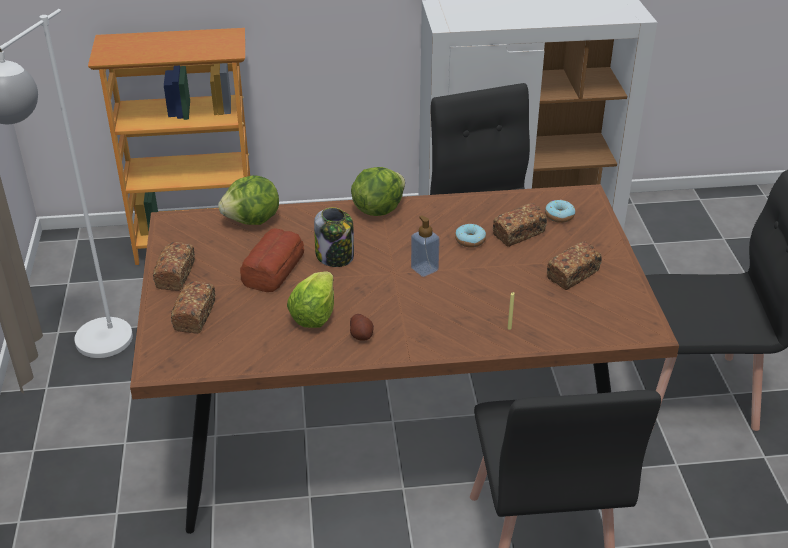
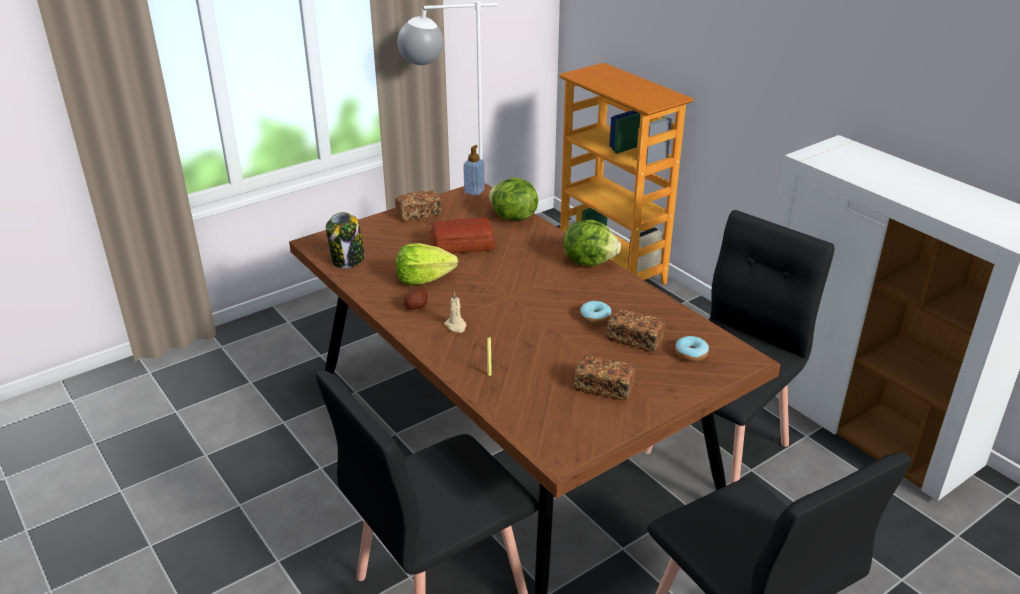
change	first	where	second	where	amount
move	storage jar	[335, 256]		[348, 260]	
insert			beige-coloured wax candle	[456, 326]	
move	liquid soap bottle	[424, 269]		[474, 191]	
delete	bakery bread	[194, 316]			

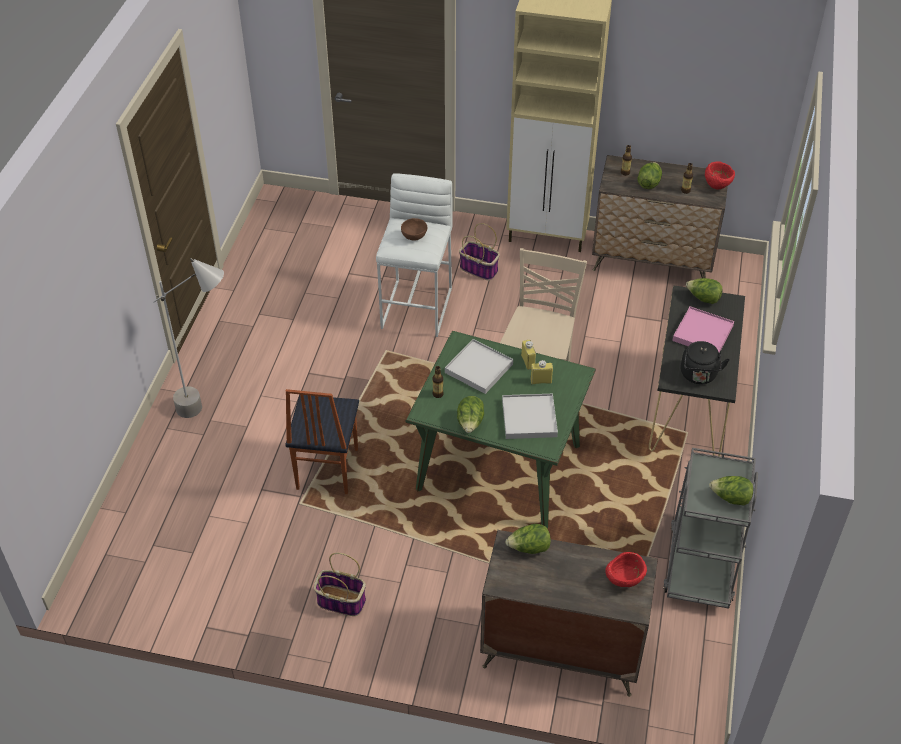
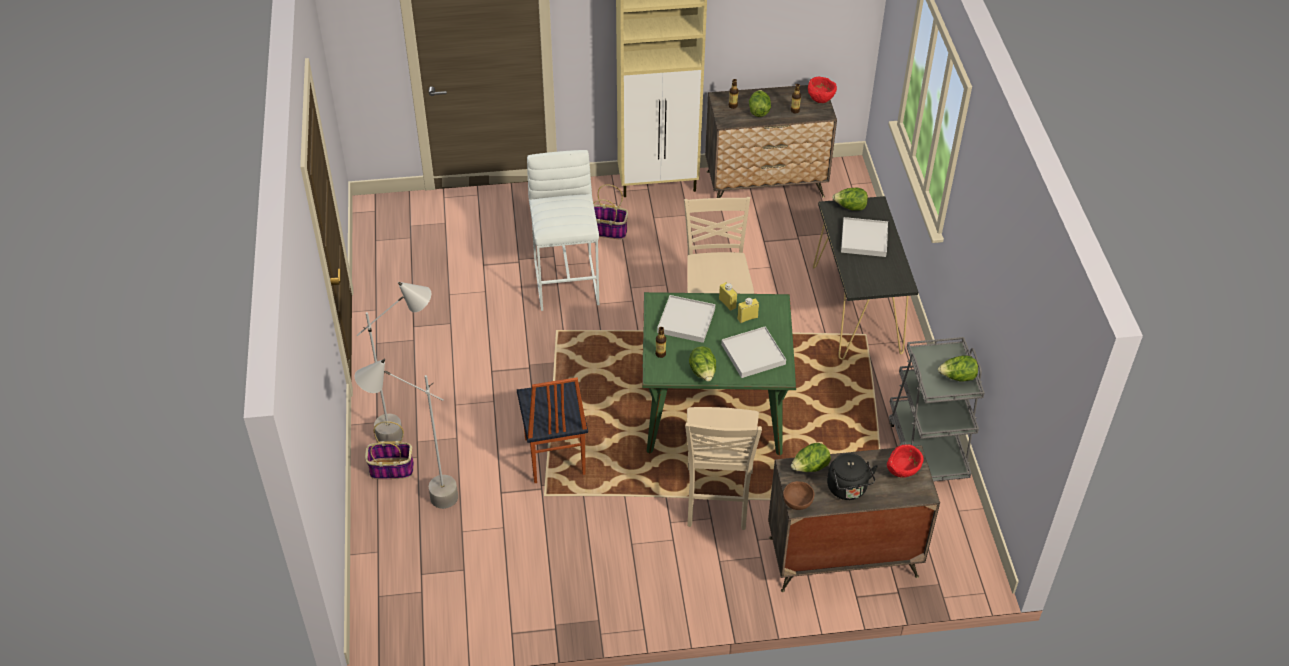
change	first	where	second	where	amount
insert			greyish floor lamp	[420, 500]	
move	basket	[340, 601]		[390, 469]	
insert			beige-coloured upright chair	[717, 499]	
move	brownish bowl	[414, 237]		[798, 503]	
move	black tea kettle	[699, 376]		[848, 489]	
recolor	pinkish carrying tray	[703, 333]	whitish carrying tray	[864, 239]	

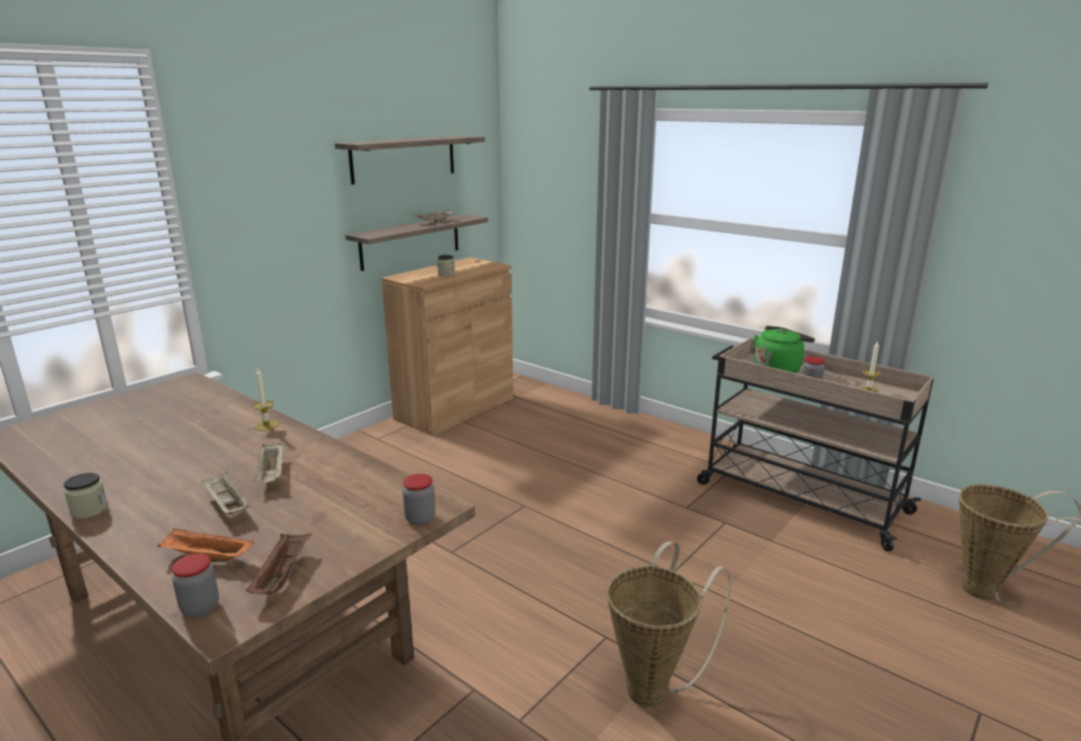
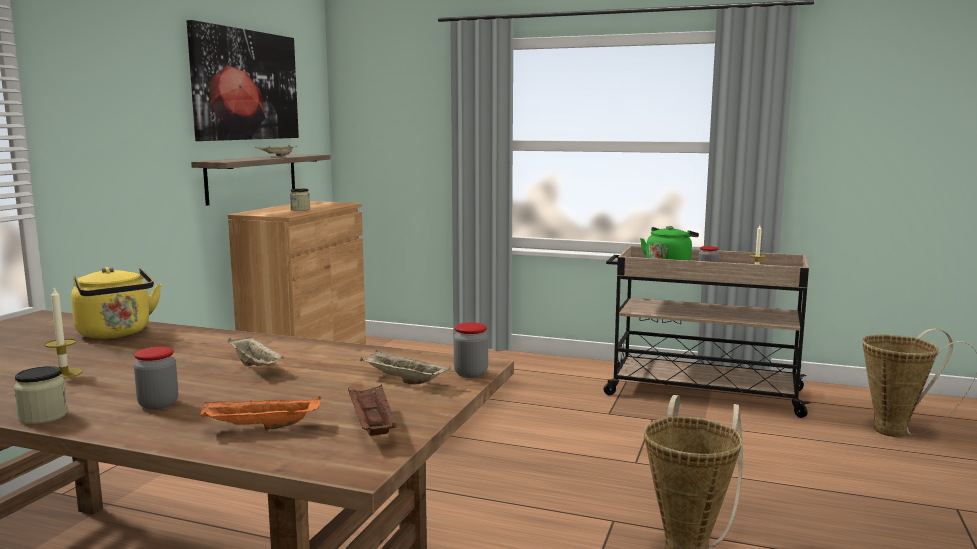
change	first	where	second	where	amount
move	wax candle	[266, 425]		[64, 374]	
insert			yellow tea kettle	[116, 334]	
move	storage jar	[200, 607]		[158, 404]	
replace	shelf	[404, 158]	wall art	[245, 85]	
move	beige-coloured carrying tray	[227, 505]		[402, 380]	

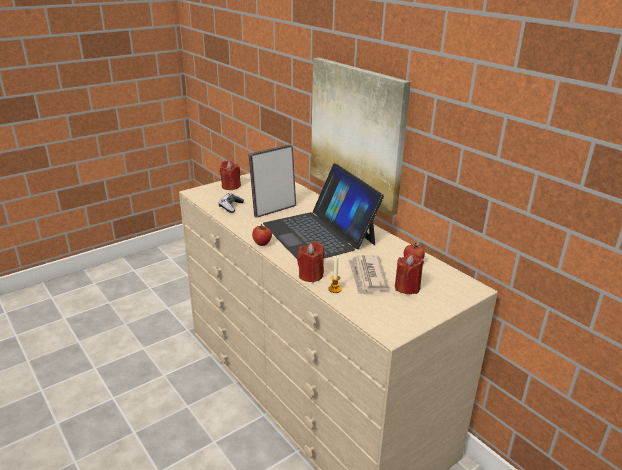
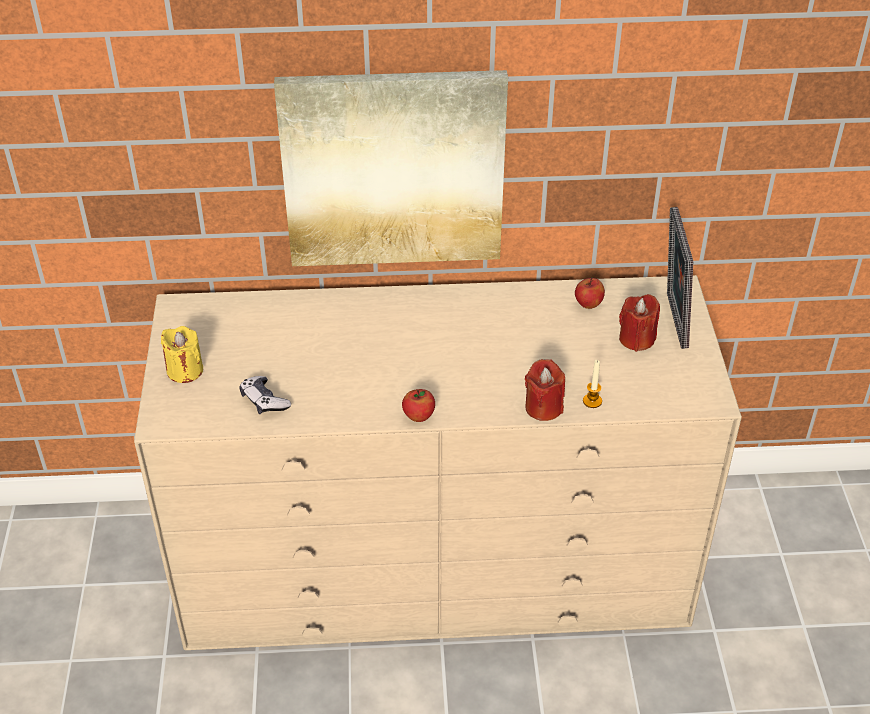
change	first	where	second	where	amount
recolor	red-coloured wax candle	[230, 186]	yellow wax candle	[185, 370]	
move	standing frame	[273, 210]		[672, 320]	
delete	notebook computer	[319, 233]			
delete	printed paper	[367, 276]			

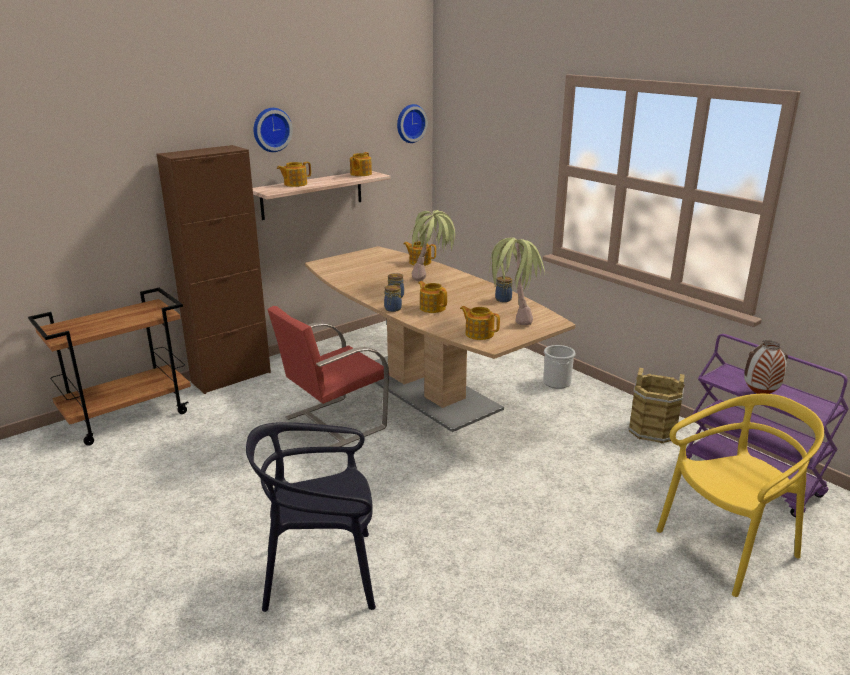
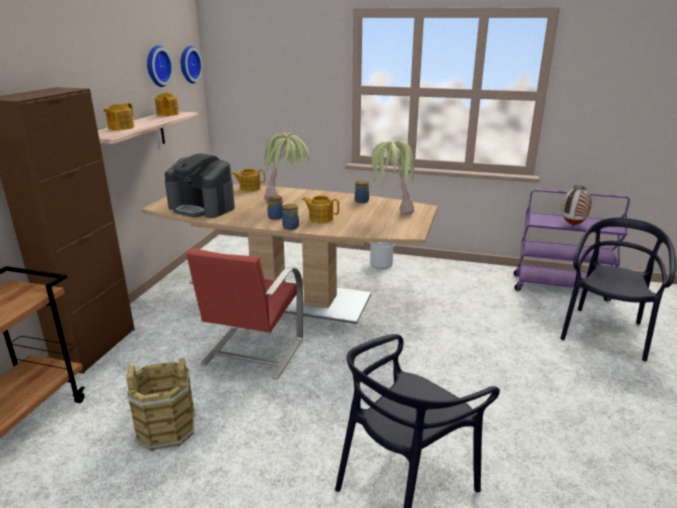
change	first	where	second	where	amount
move	brownish water bucket	[652, 430]		[166, 429]	
move	clock on the wall	[271, 129]		[156, 66]	
insert			coffee maker	[202, 208]	
recolor	yellow upright chair	[728, 548]	black upright chair	[605, 333]	
delete	pot for tea	[479, 334]			

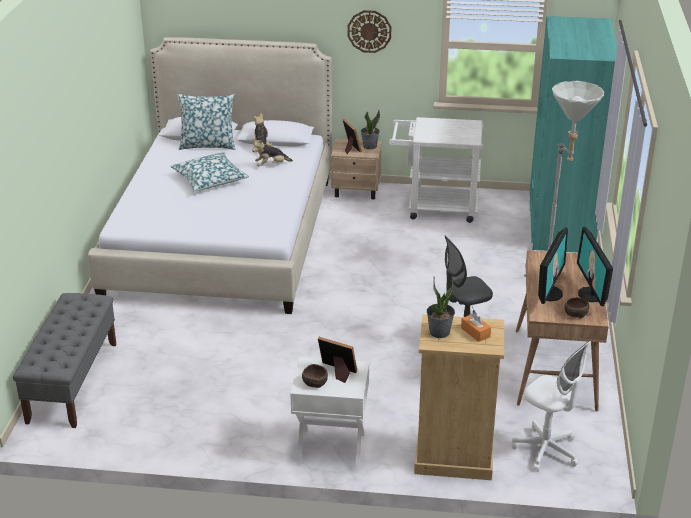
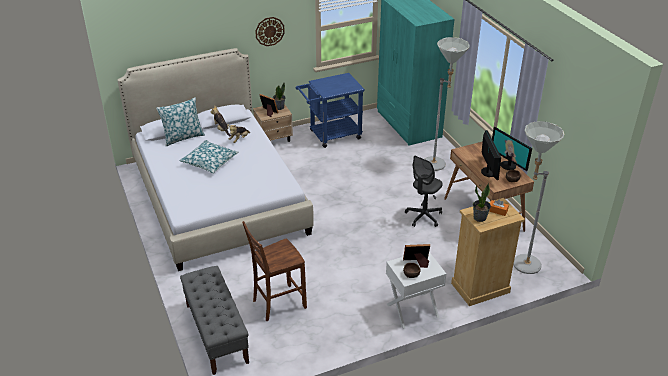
change	first	where	second	where	amount
insert			brownish upright chair	[277, 303]	
recolor	whitish wheeled cart	[435, 207]	blue wheeled cart	[331, 135]	
replace	whitish office chair	[546, 450]	greyish floor lamp	[520, 264]	

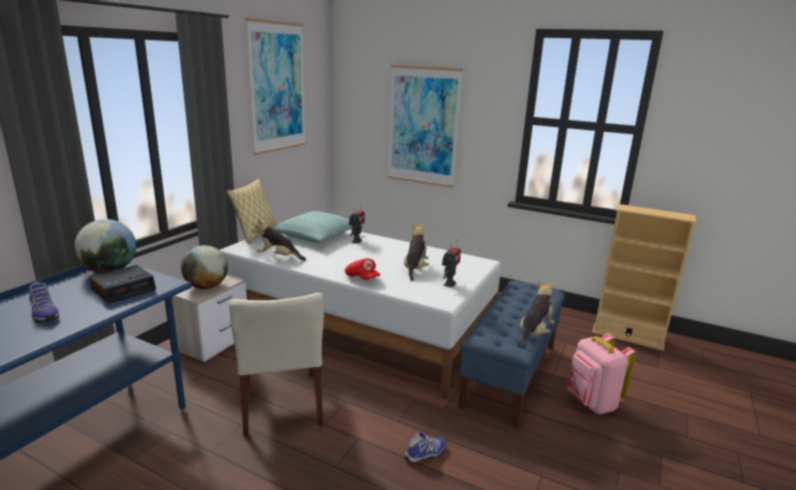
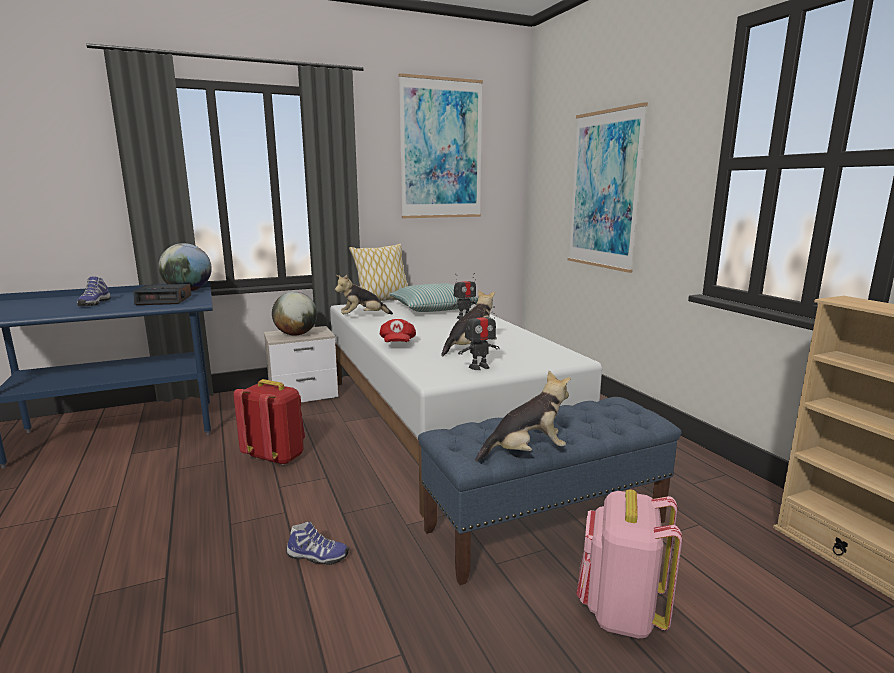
change	first	where	second	where	amount
replace	beige-coloured upright chair	[282, 403]	red-coloured knapsack	[276, 457]	
rotate	plush toy	[278, 257]		[363, 317]	75 degrees counterclockwise

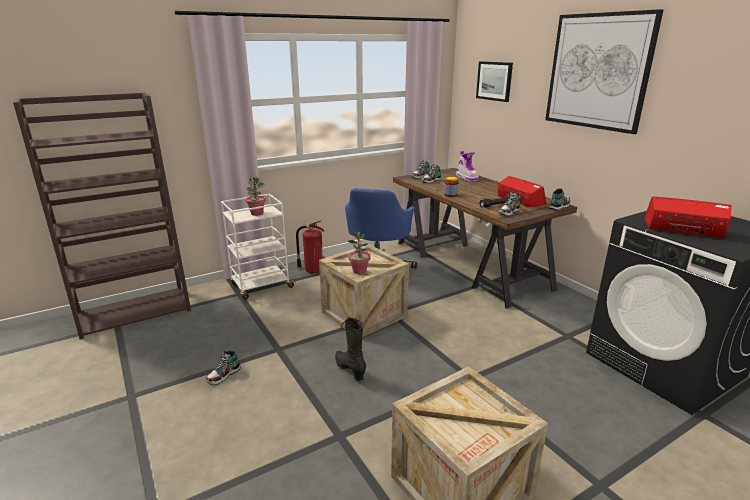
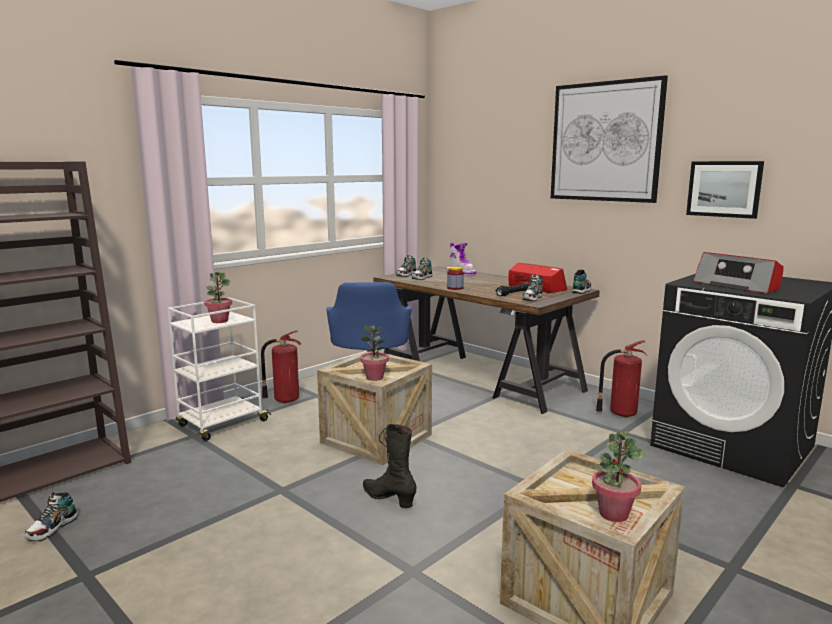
change	first	where	second	where	amount
move	item of footwear	[224, 375]		[52, 529]	
insert			houseplant	[613, 514]	
insert			fire extinguisher	[620, 413]	
move	wall art	[494, 81]		[724, 189]	
rotate	radio set	[683, 229]		[737, 286]	135 degrees counterclockwise

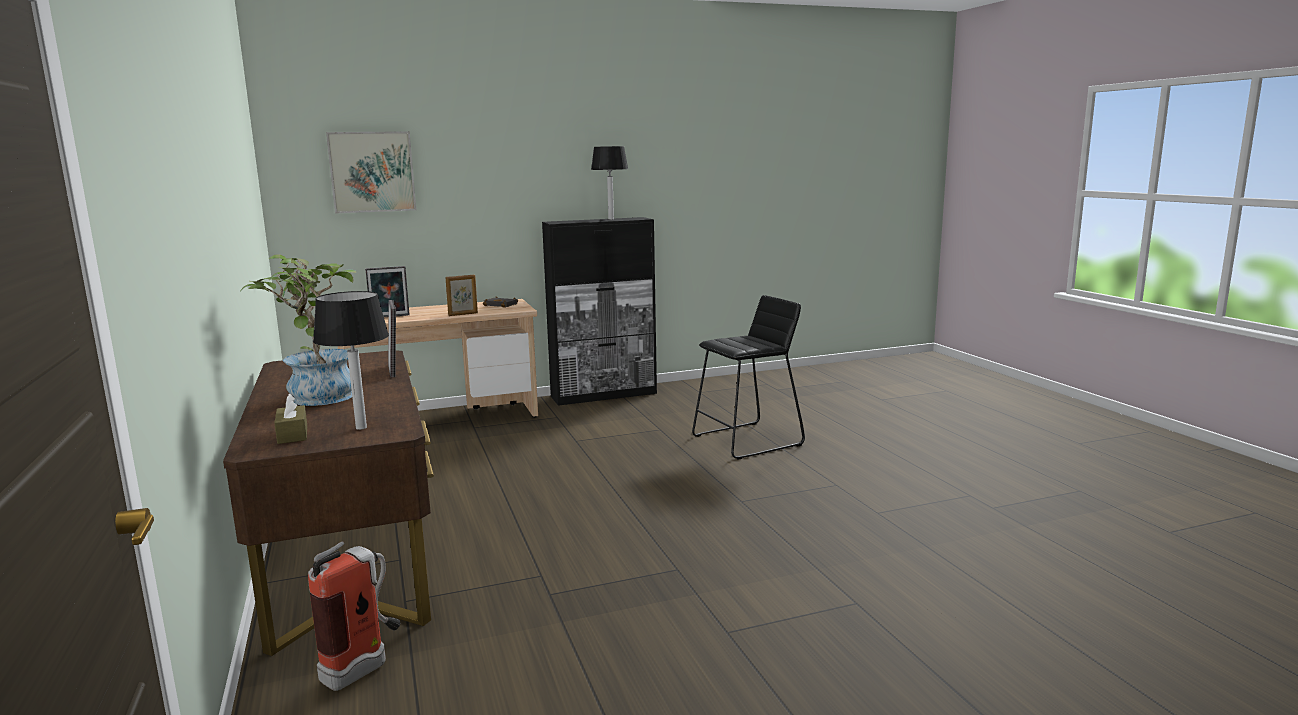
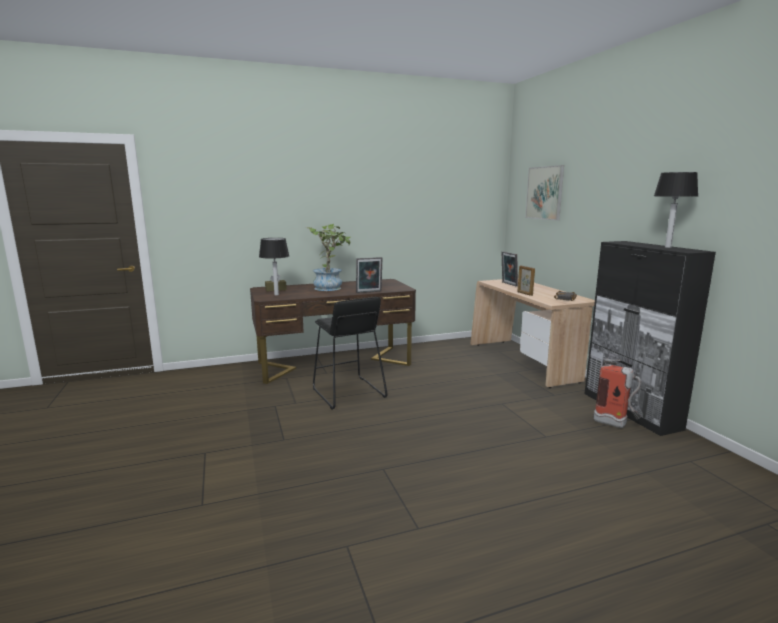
change	first	where	second	where	amount
move	black stool	[747, 440]		[347, 393]	
move	fire extinguisher	[365, 668]		[616, 424]	

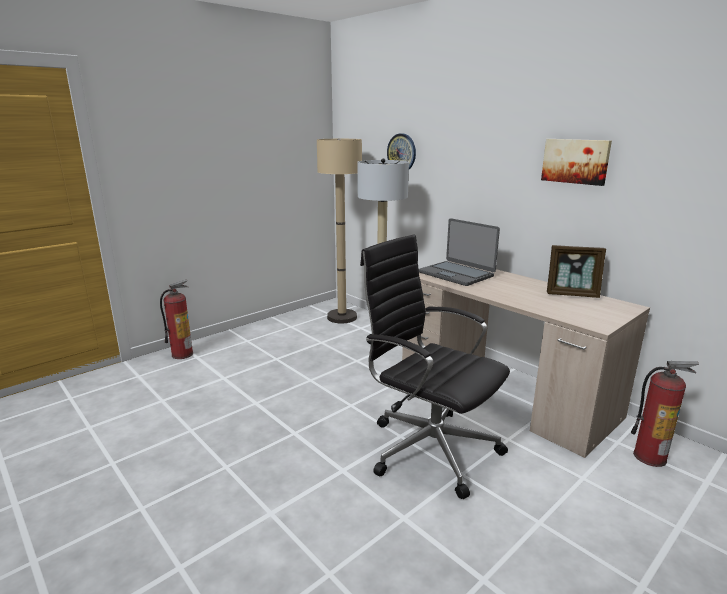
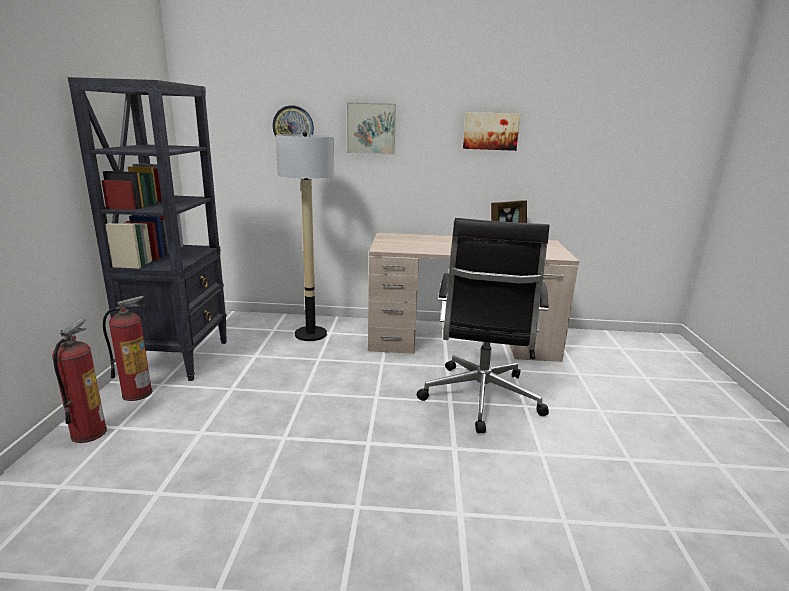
change	first	where	second	where	amount
insert			black shelving unit	[180, 357]	
move	fire extinguisher	[650, 456]		[137, 393]	
insert			wall art	[371, 128]	
rotate	black office chair	[429, 447]		[480, 399]	75 degrees counterclockwise
delete	beige-coloured floor lamp	[342, 317]			
delete	notebook computer	[456, 274]			

